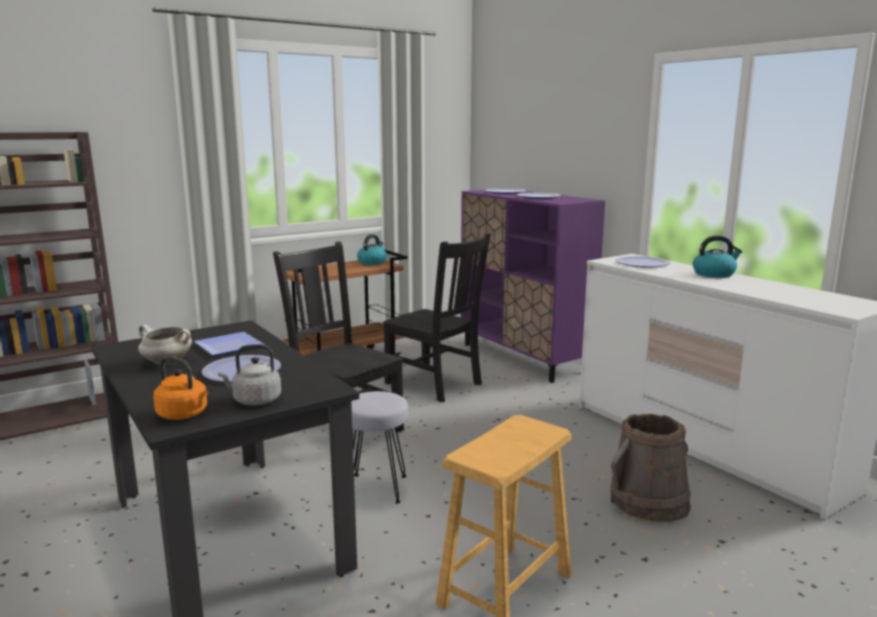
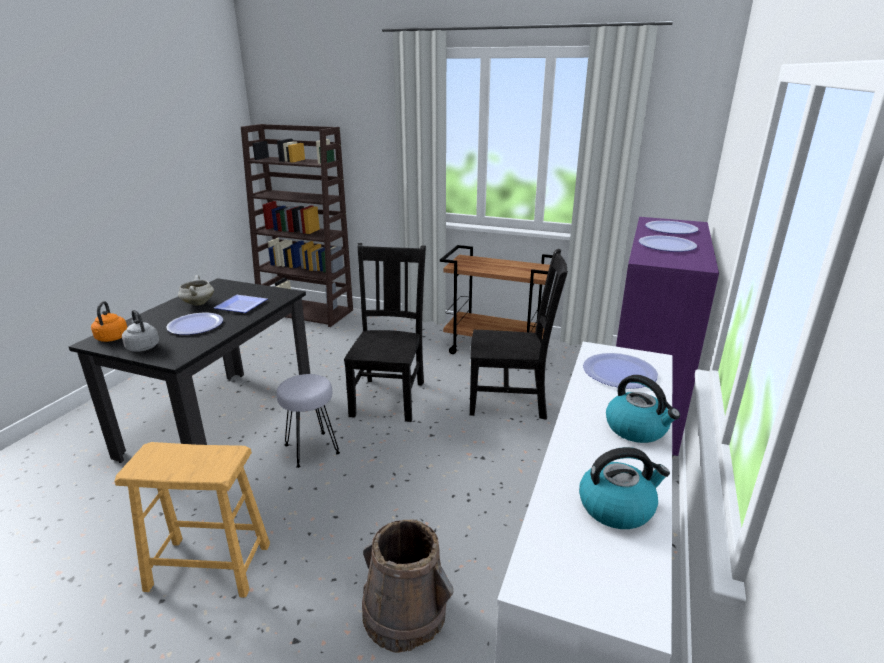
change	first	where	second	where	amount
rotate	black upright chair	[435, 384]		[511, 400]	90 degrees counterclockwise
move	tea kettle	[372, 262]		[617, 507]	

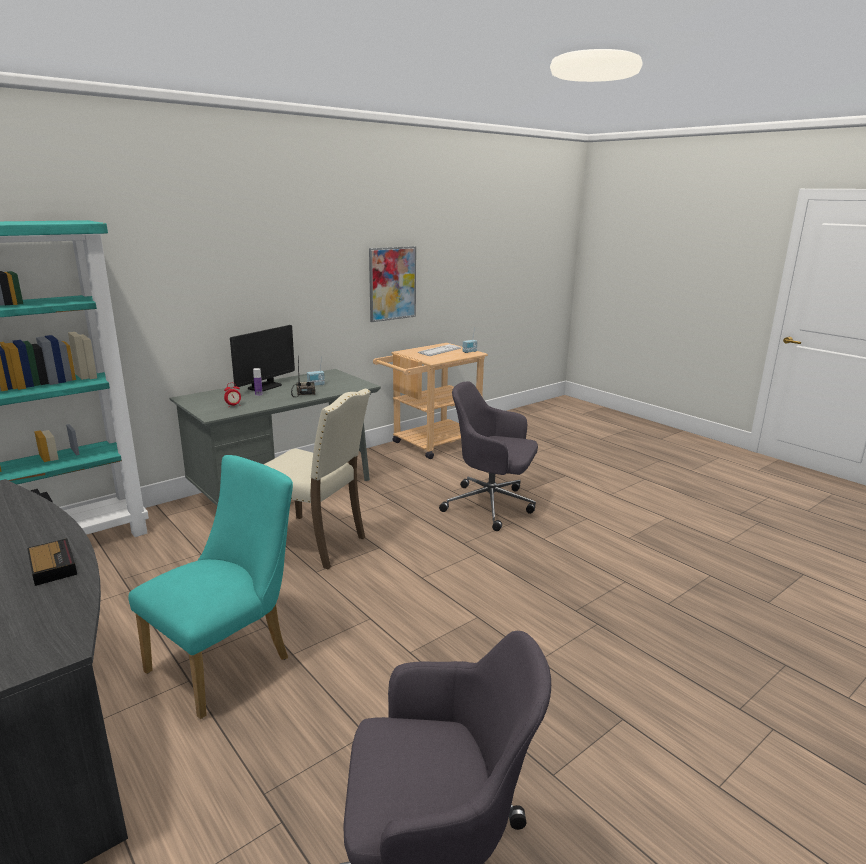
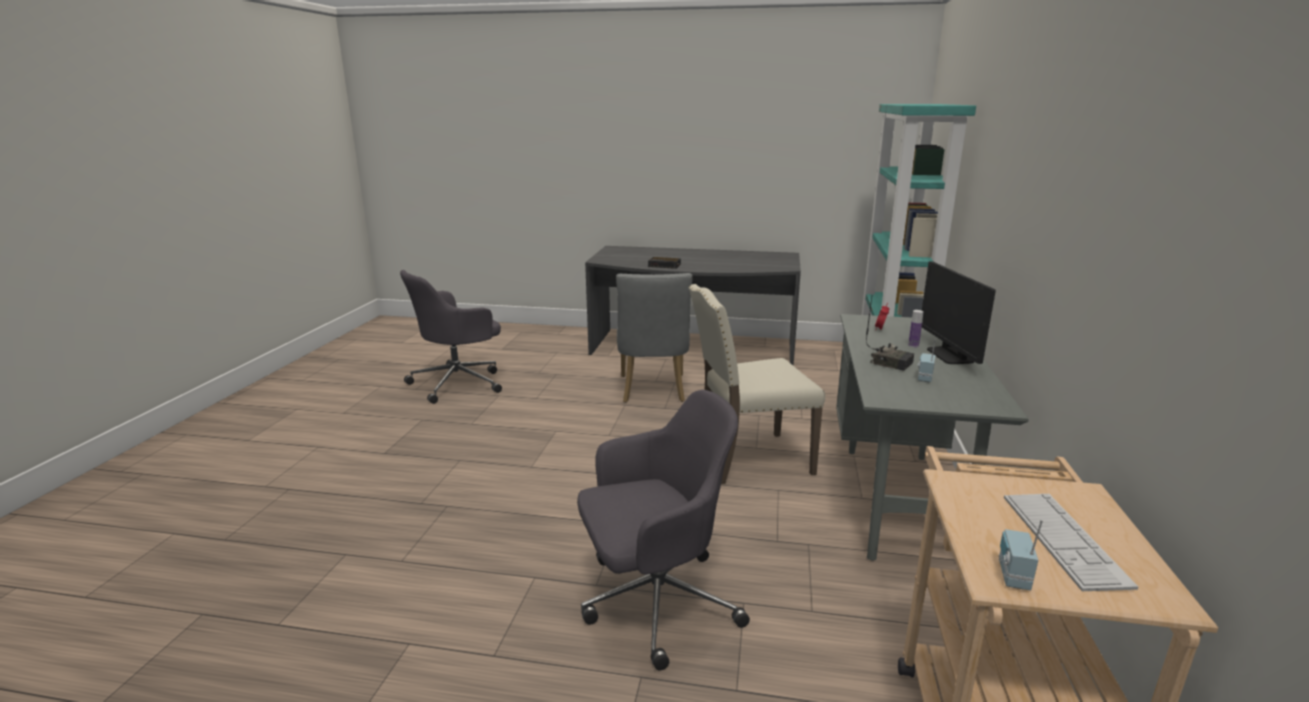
change	first	where	second	where	amount
recolor	turquoise-coloured upright chair	[228, 660]	greyish upright chair	[652, 391]	
delete	wall art	[392, 283]			

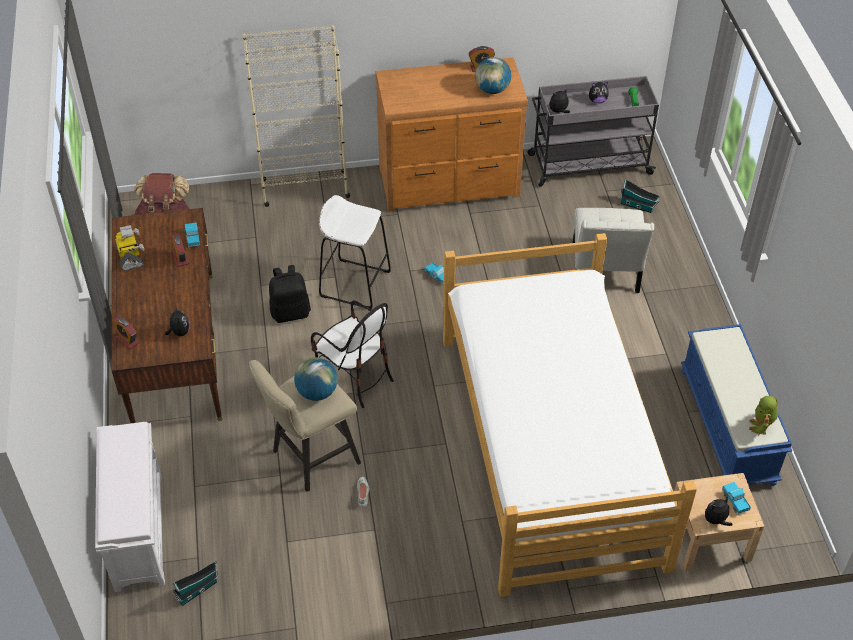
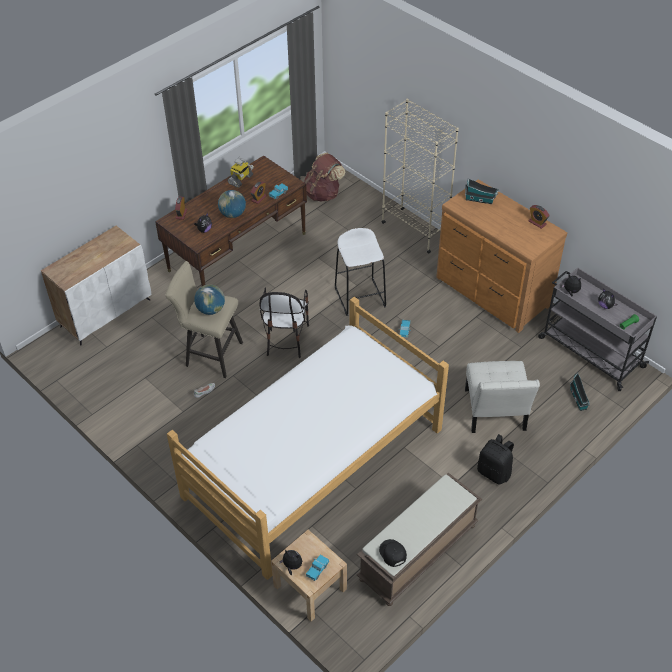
change	first	where	second	where	amount
replace	whitish long seat	[138, 530]	whitish cupboard	[106, 312]	
move	desk globe	[492, 90]		[232, 214]	
recolor	blue long seat	[728, 426]	brownish long seat	[418, 553]	
replace	model robot	[761, 427]	black peaked cap	[392, 553]	
move	toy house	[198, 589]		[480, 200]	
rotate	whitish upright chair	[604, 272]		[495, 413]	60 degrees counterclockwise
move	black knapsack	[290, 312]		[494, 472]	

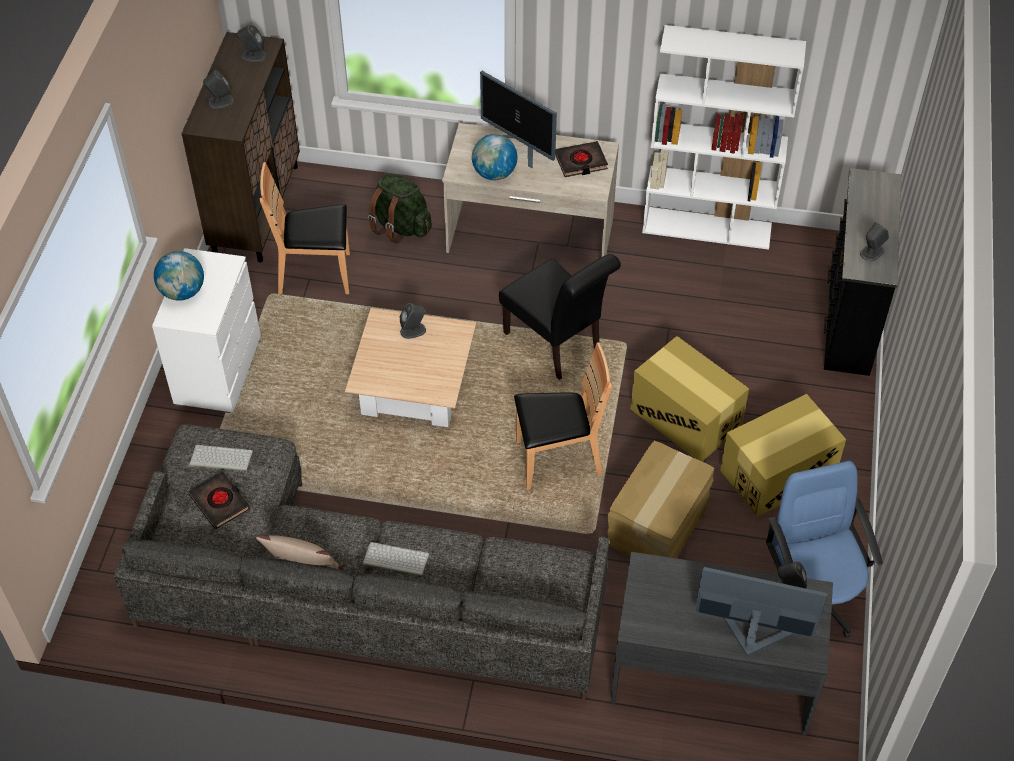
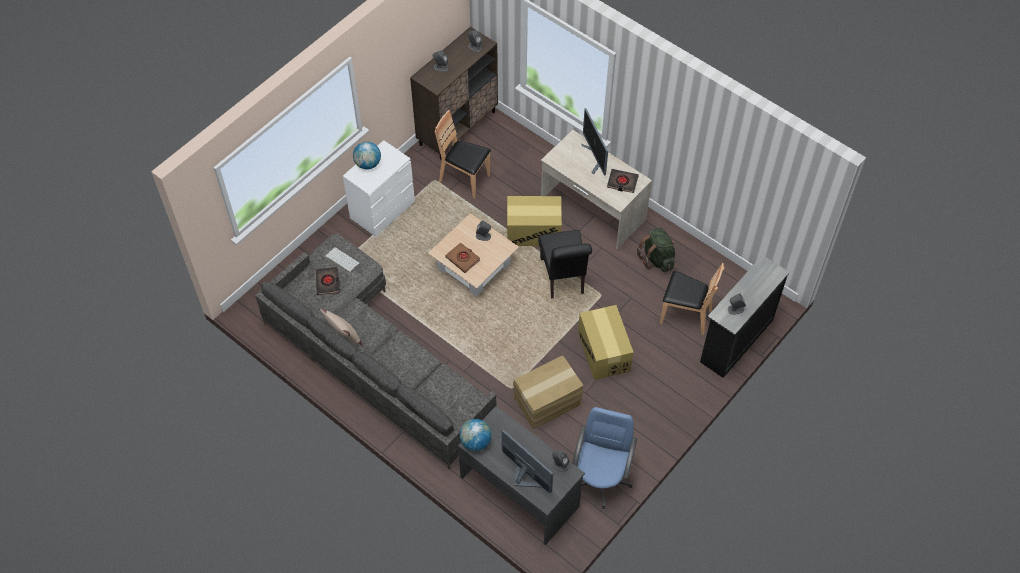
change	first	where	second	where	amount
insert			brownish book	[463, 259]	
move	desk globe	[494, 173]		[475, 441]	
move	packing box	[777, 473]		[533, 231]	
move	green-coloured knapsack	[400, 227]		[657, 259]	
move	brownish upright chair	[557, 460]		[685, 315]	
delete	keyboard	[394, 560]			
delete	whitish shelving unit	[707, 228]			

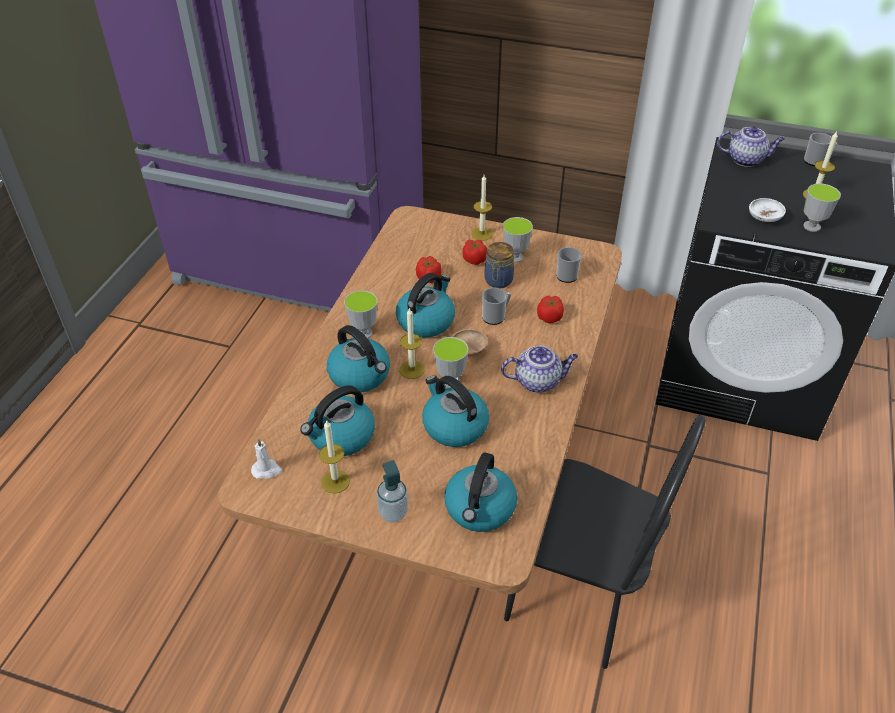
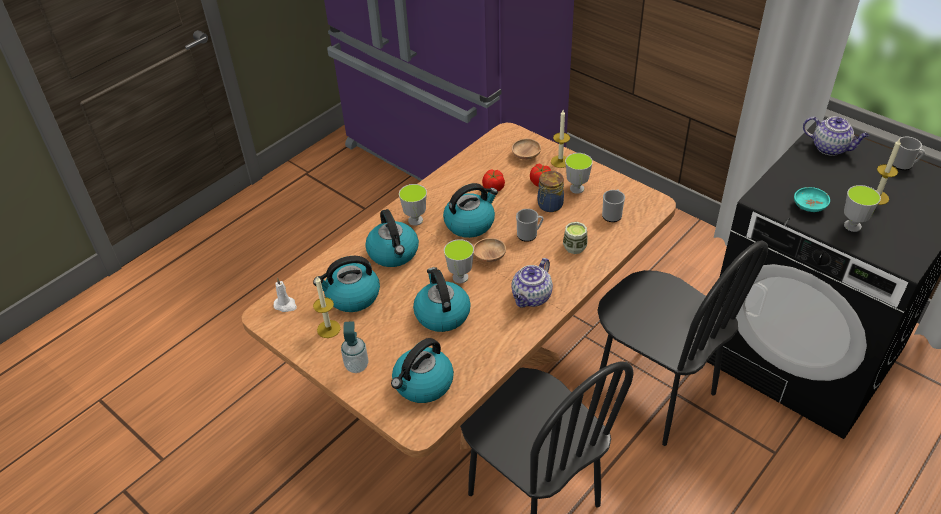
change	first	where	second	where	amount
rotate	pot for tea	[538, 381]		[531, 298]	105 degrees clockwise
insert			brownish bowl	[526, 155]	
replace	fresh tomato	[550, 317]	drinking cup	[574, 247]	
insert			black upright chair	[654, 394]	
recolor	whitish bowl	[764, 218]	turquoise-coloured bowl	[809, 207]	
delete	wax candle	[412, 369]			

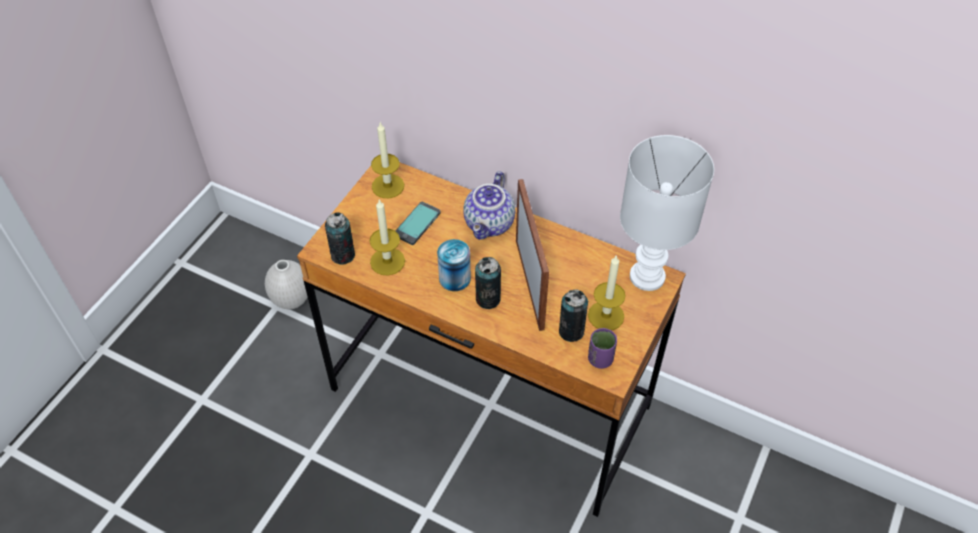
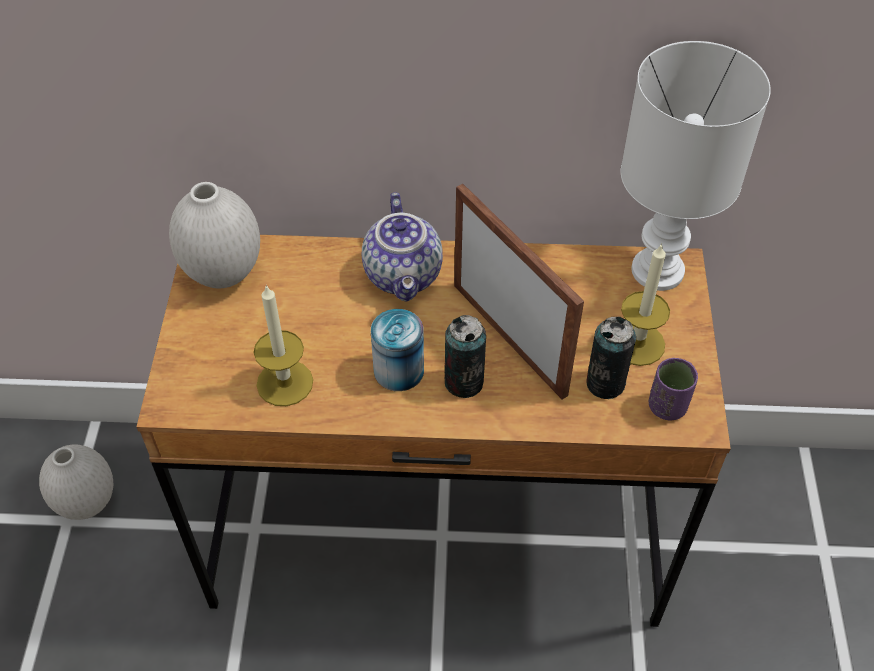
change	first	where	second	where	amount
replace	wax candle	[388, 186]	whitish flower vase	[223, 273]	
delete	sealed can	[343, 255]			
delete	handset	[417, 224]			

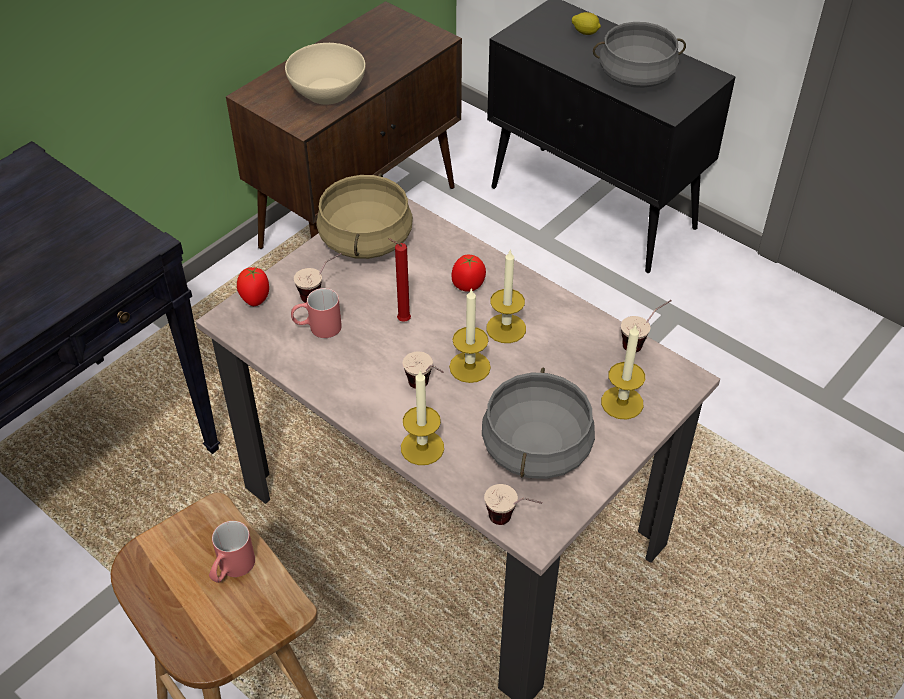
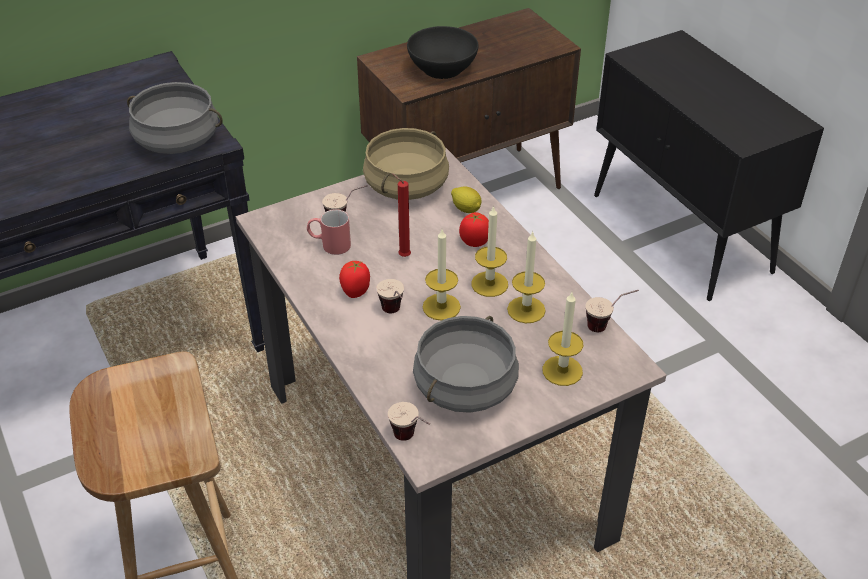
change	first	where	second	where	amount
move	greyish cooking pot	[636, 76]		[178, 141]	
move	fresh tomato	[255, 299]		[356, 291]	
recolor	beige-coloured bowl	[328, 91]	black bowl	[443, 68]	
move	whole lemon	[585, 33]		[466, 209]	
move	wax candle	[422, 447]		[526, 310]	
delete	red-coloured mug	[232, 569]			

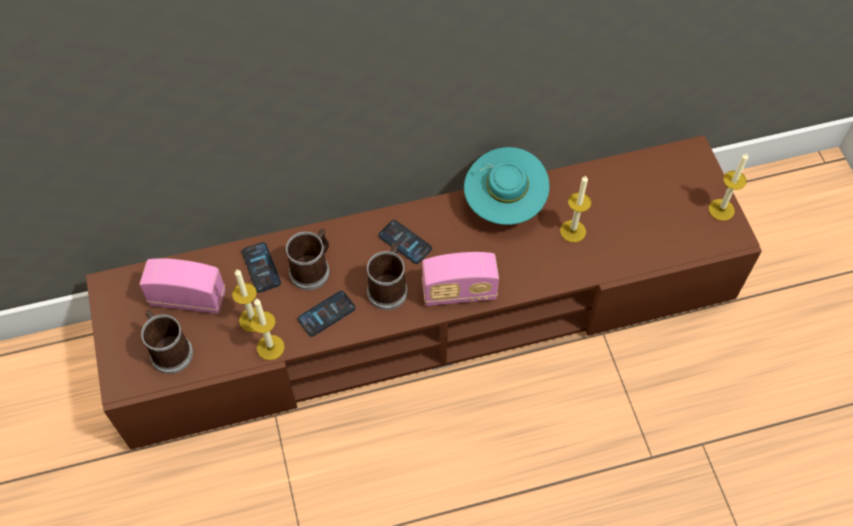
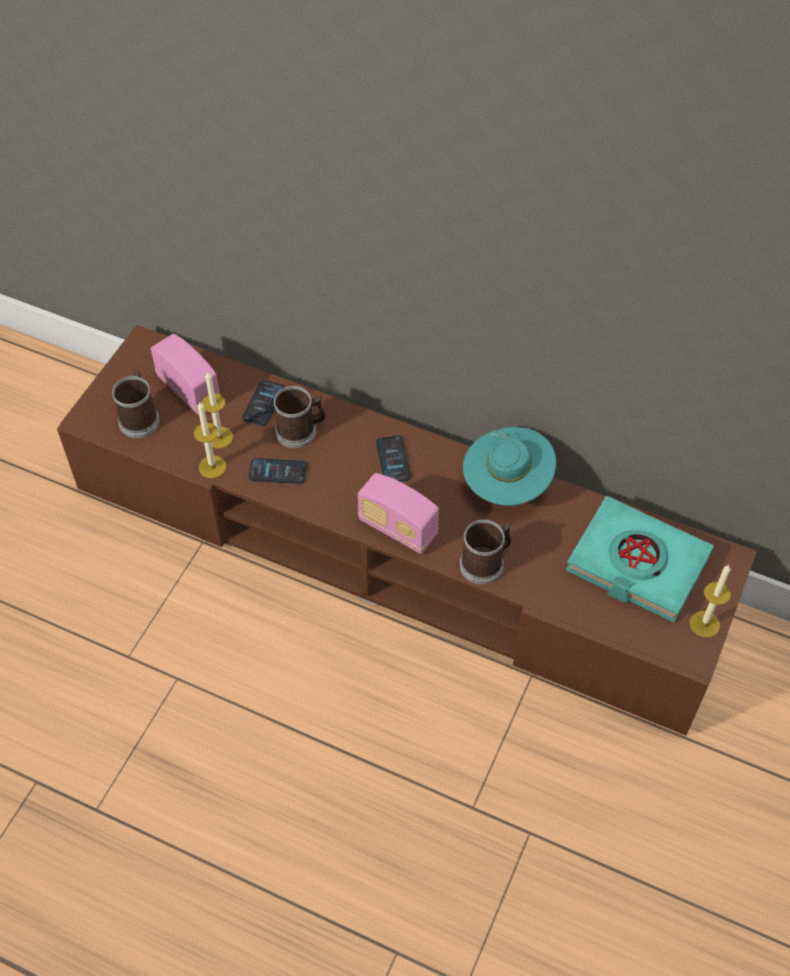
change	first	where	second	where	amount
move	mug	[388, 287]		[486, 563]	
insert			turquoise-coloured book	[637, 564]	
delete	wax candle	[573, 231]			

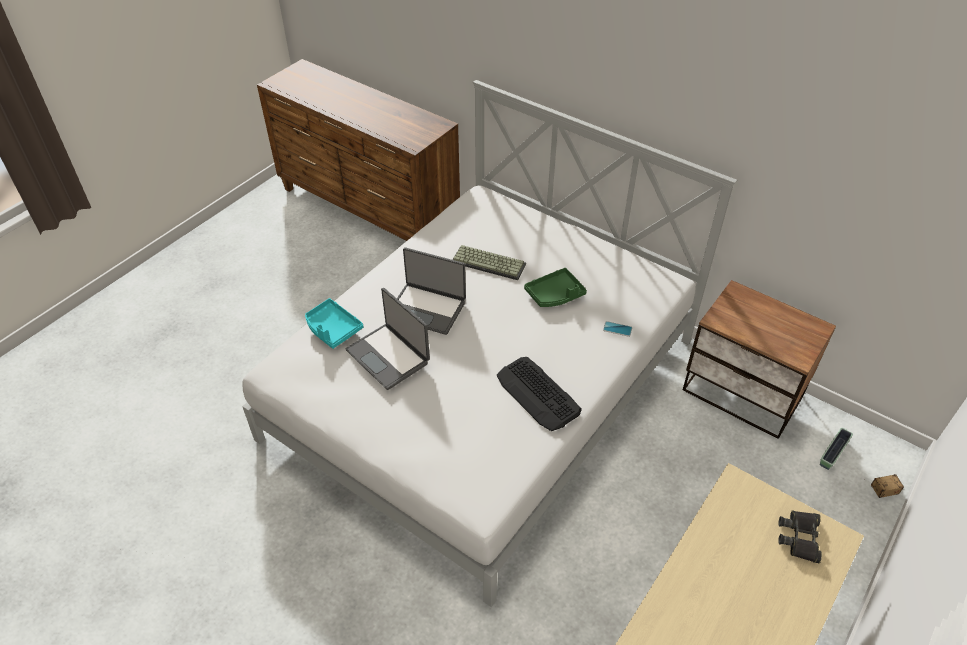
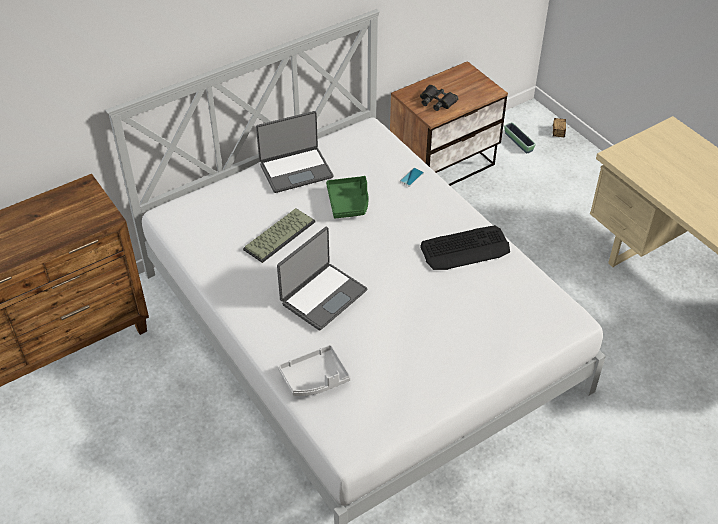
change	first	where	second	where	amount
move	notebook computer	[389, 356]		[296, 170]	
recolor	turquoise-coloured carrying tray	[332, 329]	greyish carrying tray	[315, 378]	
move	black field glasses	[800, 537]		[437, 101]	

